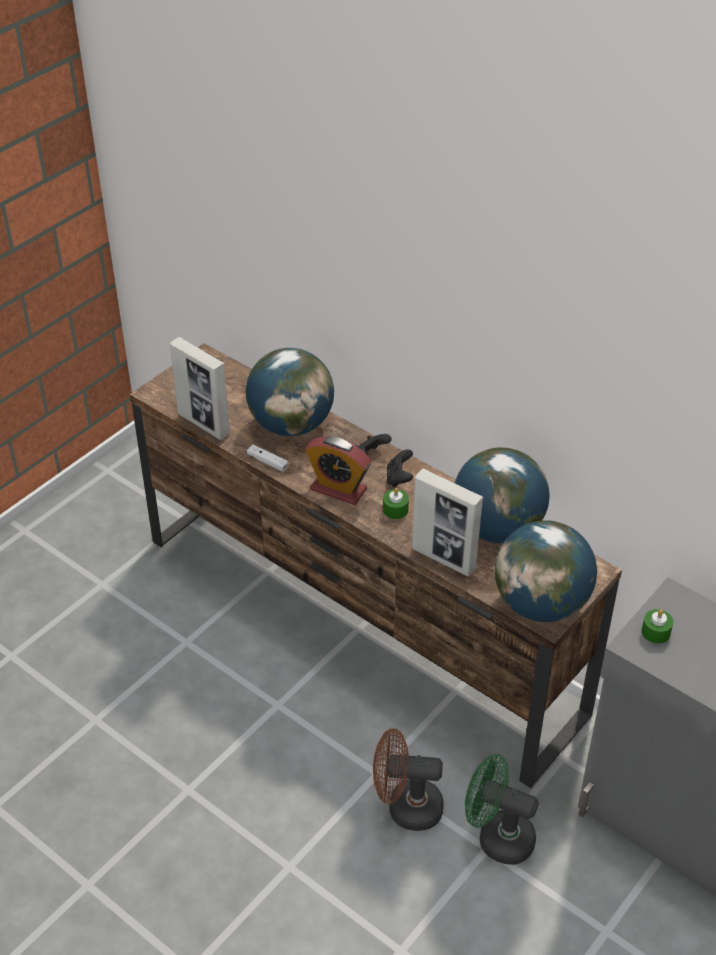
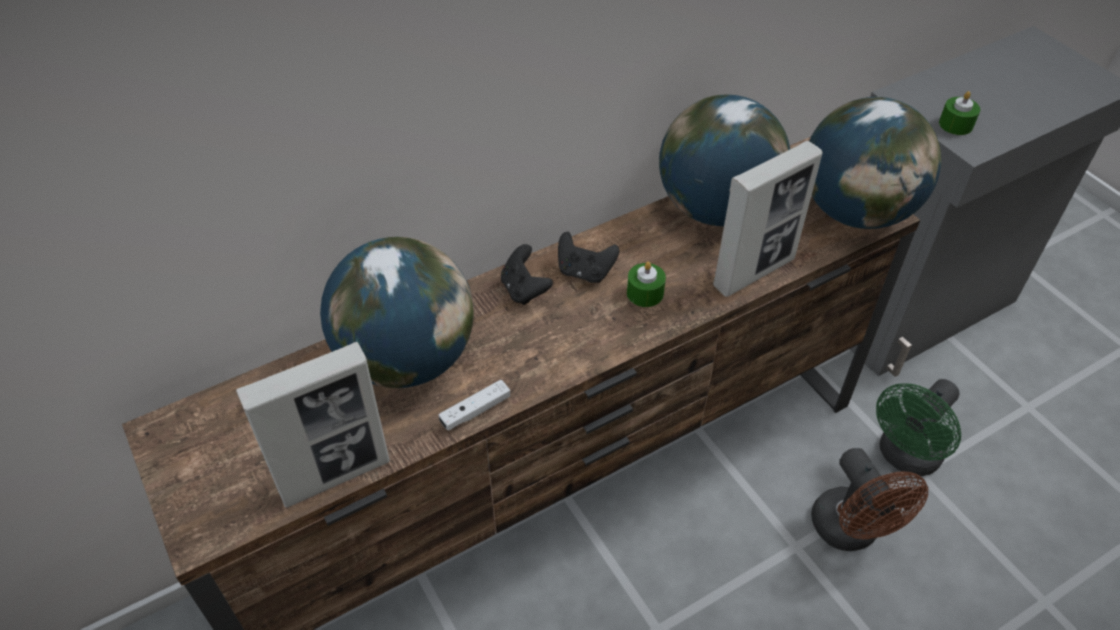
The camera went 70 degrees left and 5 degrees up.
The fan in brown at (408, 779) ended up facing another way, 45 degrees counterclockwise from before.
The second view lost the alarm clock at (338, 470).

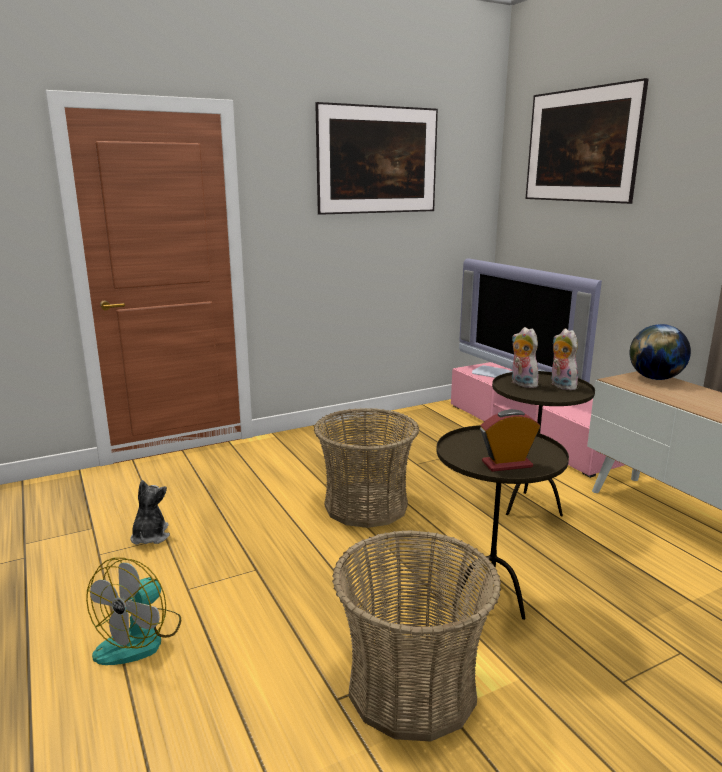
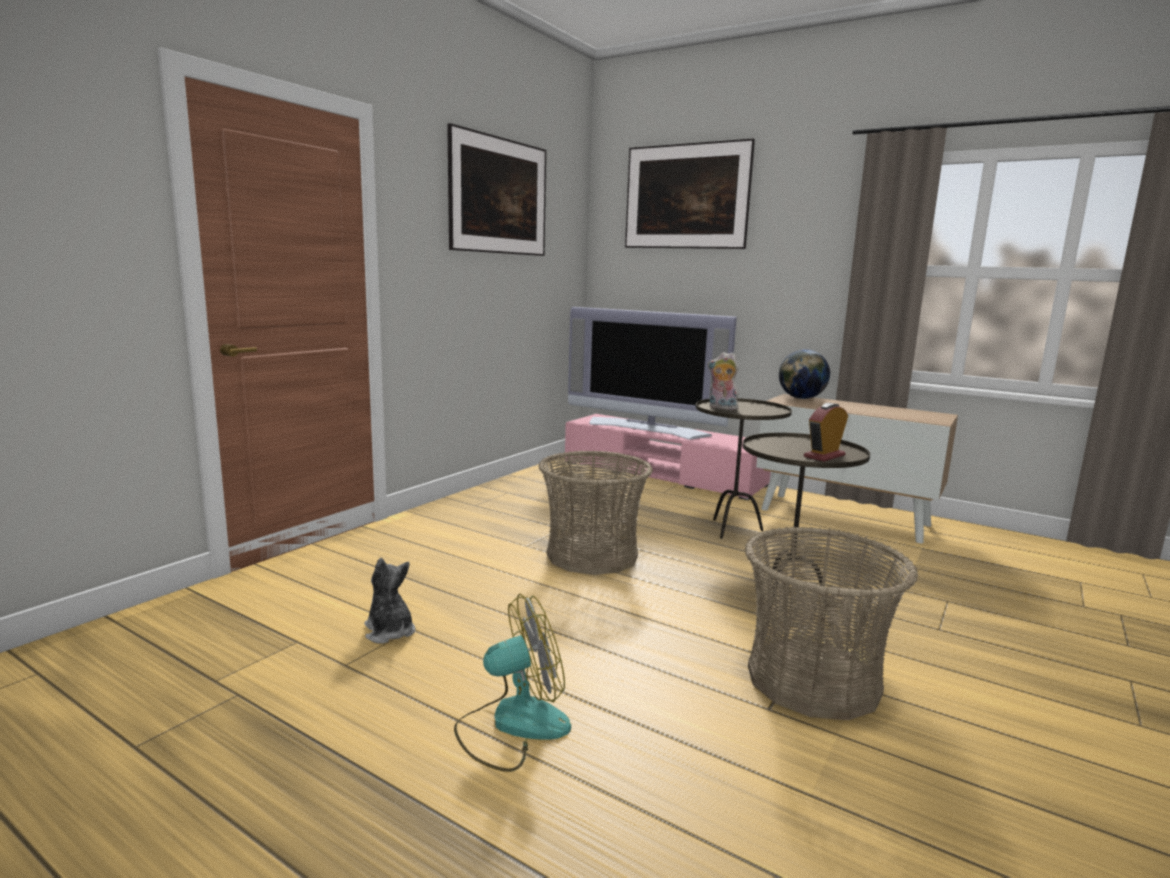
The camera went 30 degrees left and 5 degrees down.
The fan at (133, 611) ended up facing another way, 105 degrees counterclockwise from before.
The second view lost the plush toy at (564, 359).

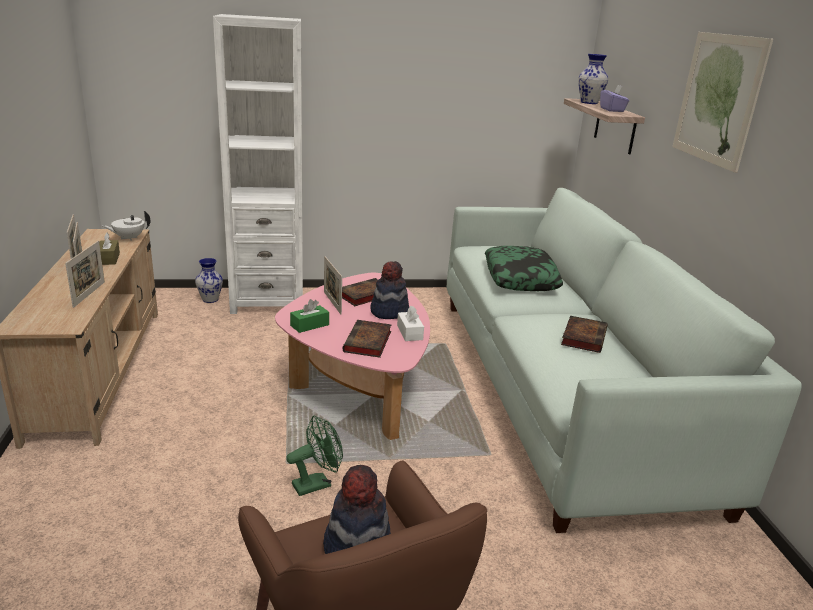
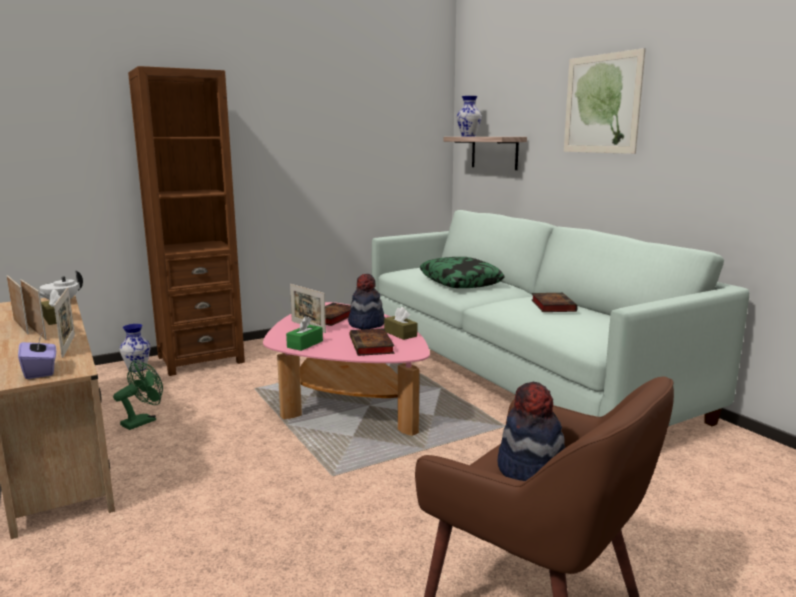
The camera went 20 degrees left and 10 degrees down.
The tissue box in purple ended up elsewhere, having gone from (615, 98) to (37, 356).
The fan in green ended up elsewhere, having gone from (314, 456) to (138, 395).
What was the bookcase in white at (258, 164) turned into the bookcase in brown at (186, 221).
What was the tissue box in white at (410, 323) turned into the tissue box in brown at (400, 323).

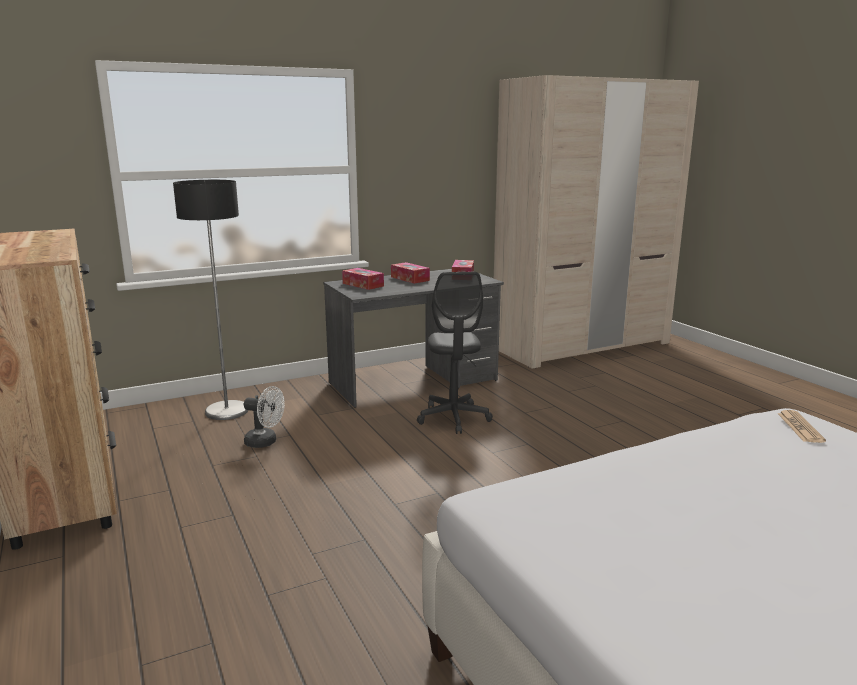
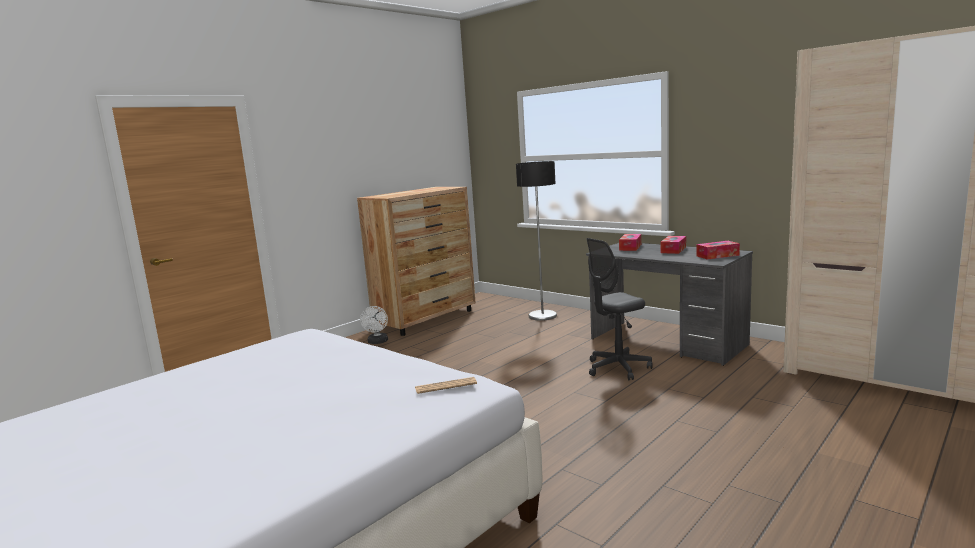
The camera went 70 degrees right and 5 degrees down.
The fan in white ended up elsewhere, having gone from (264, 417) to (374, 325).

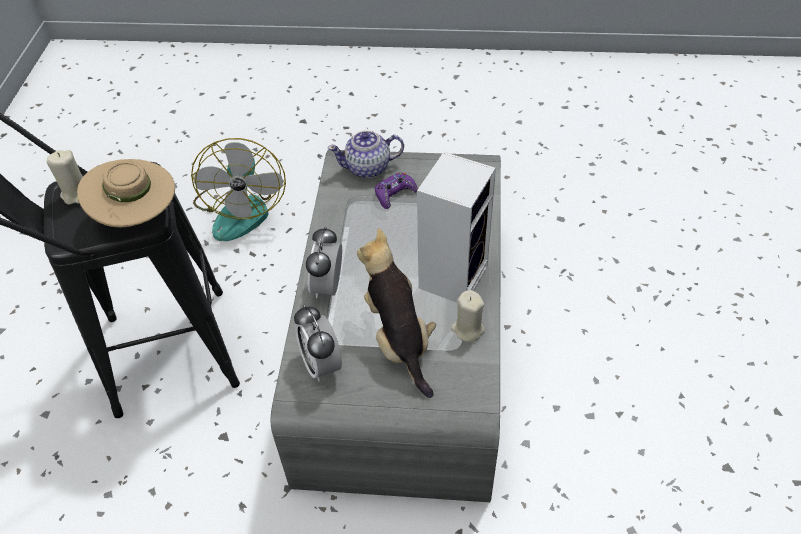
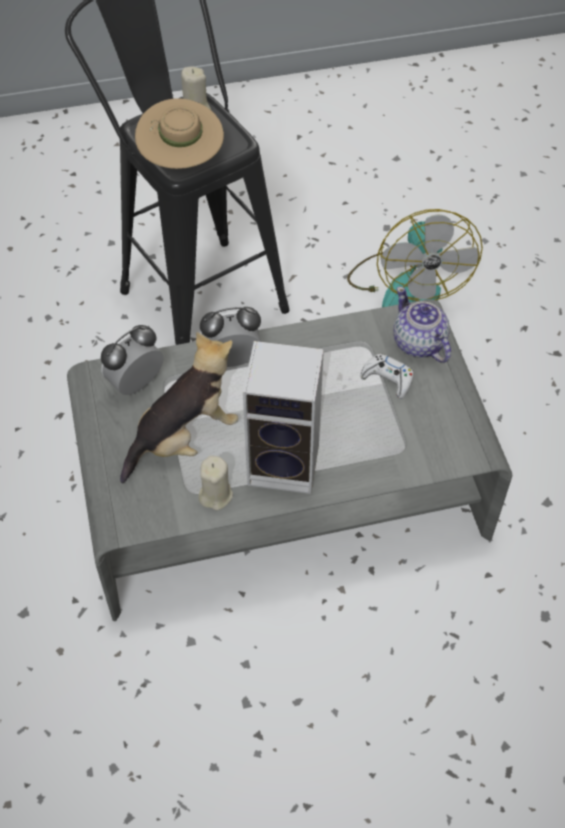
The camera went 70 degrees right and 5 degrees up.
The fan at (238, 189) ended up facing another way, 75 degrees counterclockwise from before.
What was the game controller in purple at (396, 190) turned into the game controller in white at (387, 376).

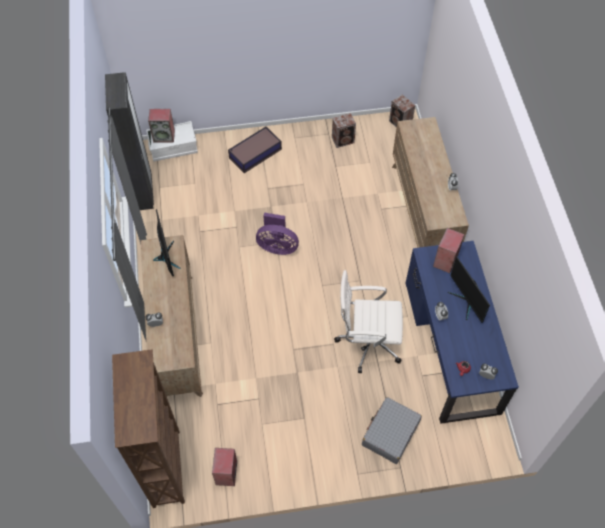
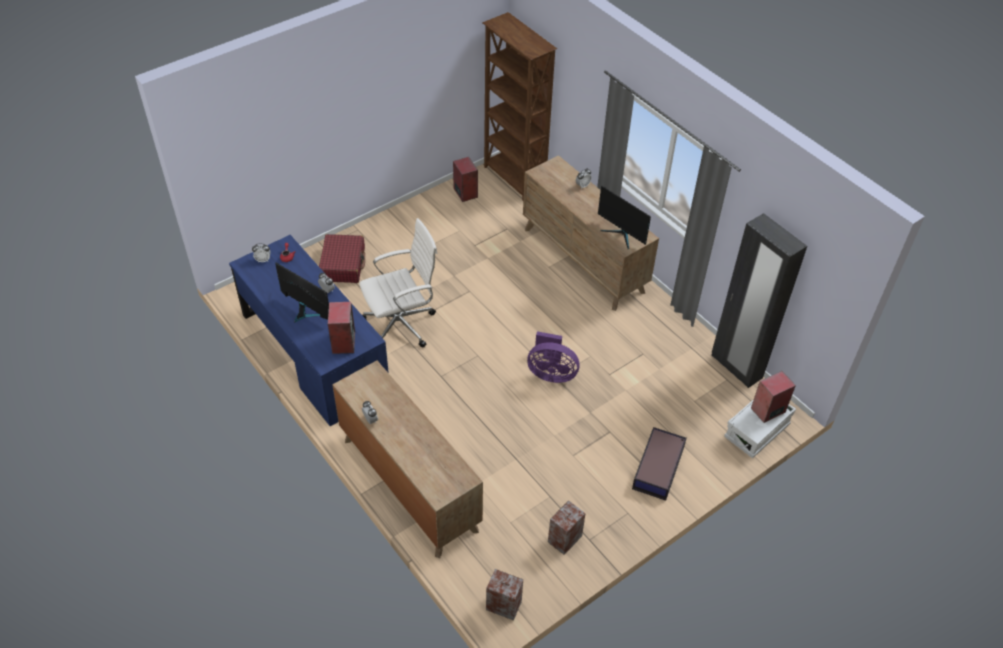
The camera went 150 degrees right and 10 degrees down.
What was the suitcase in grey at (392, 430) turned into the suitcase in red at (342, 258).
The fan in purple at (277, 233) ended up facing another way, 150 degrees counterclockwise from before.

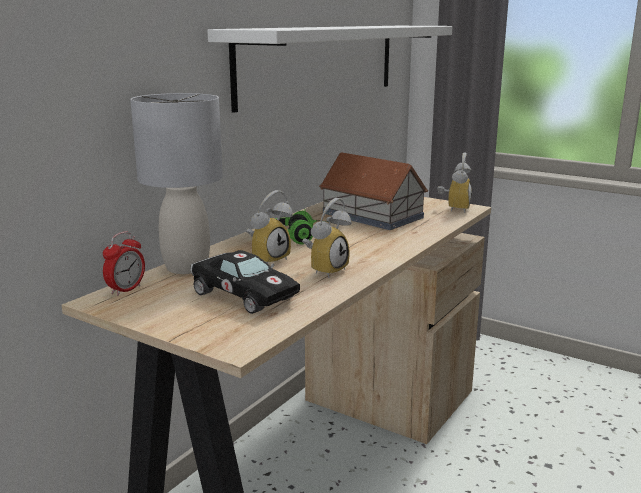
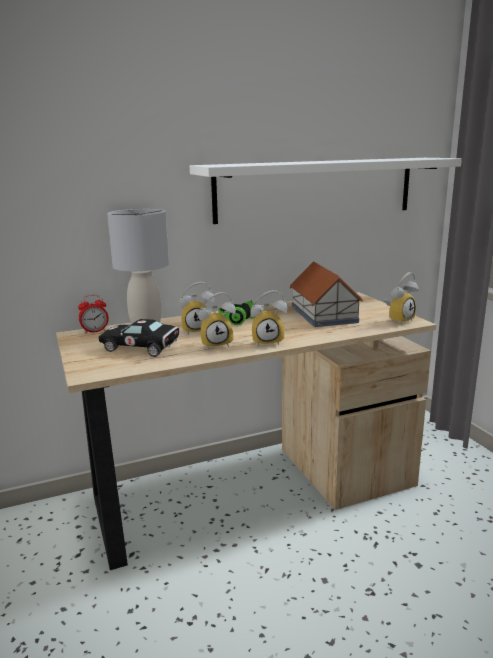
The camera went 35 degrees right and 0 degrees up.
The toy car in black at (245, 282) ended up facing another way, 120 degrees clockwise from before.
The second view gained the alarm clock at (269, 318).

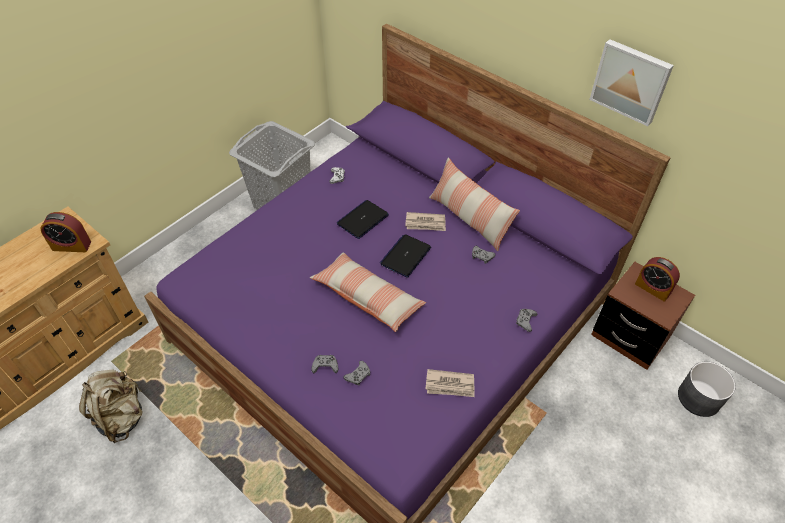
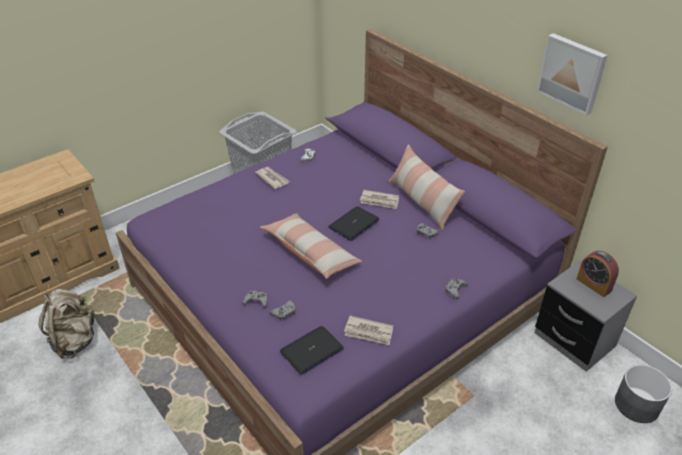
The camera went 10 degrees right and 10 degrees down.
The second view gained the newspaper at (272, 178).
The laptop ended up elsewhere, having gone from (363, 219) to (312, 350).
What was the nightstand in brown at (643, 316) turned into the nightstand in grey at (586, 316).
The second view lost the alarm clock at (66, 232).

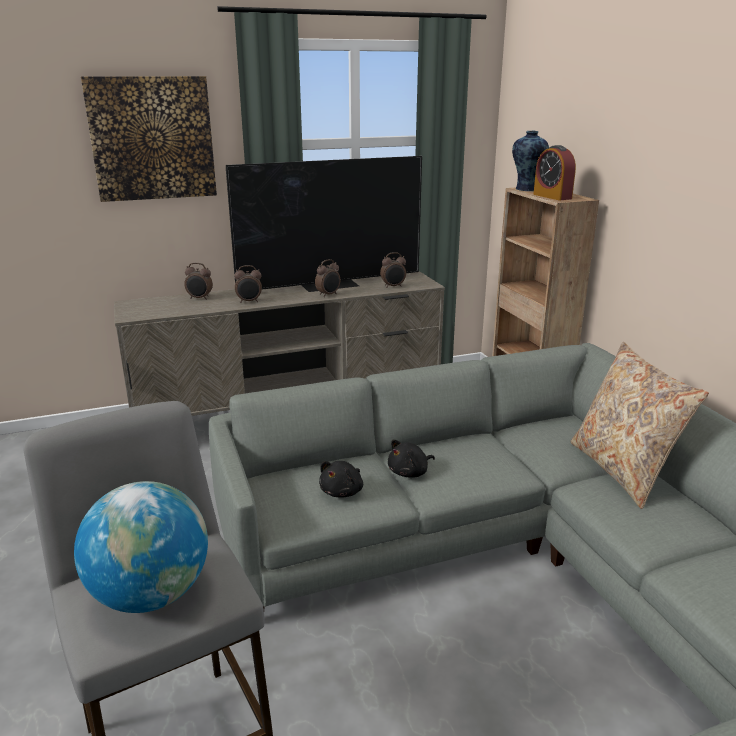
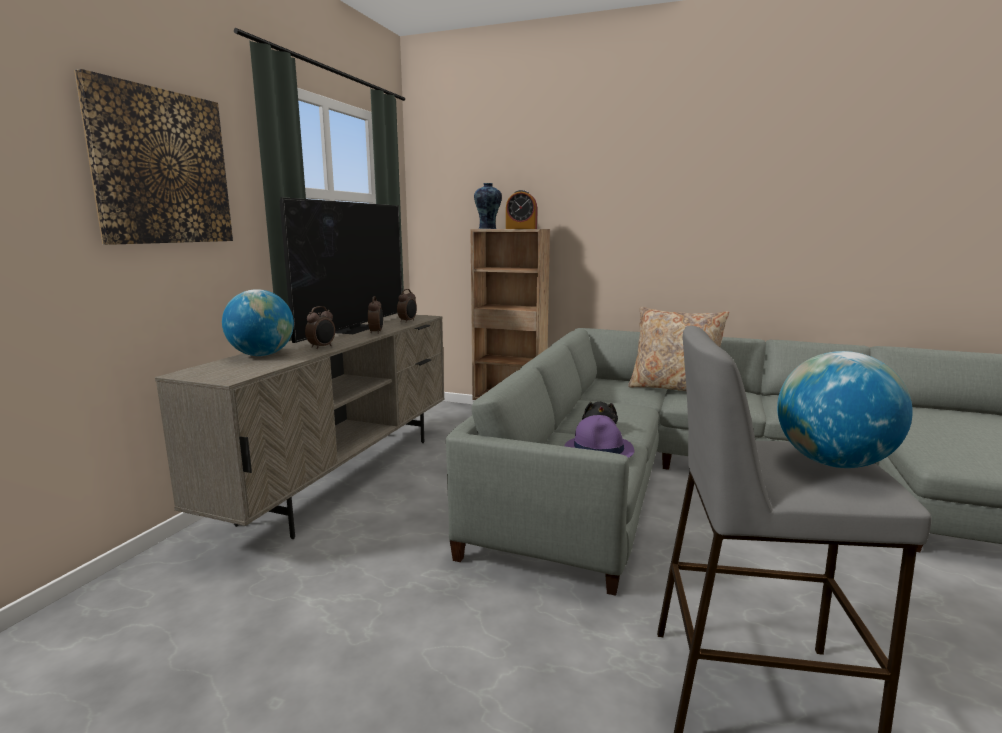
The camera went 50 degrees left and 10 degrees down.
Where the alarm clock stood at (198, 281), the globe came to stand at (258, 322).
Where the plush toy in black stood at (341, 479), the hat in purple came to stand at (599, 436).

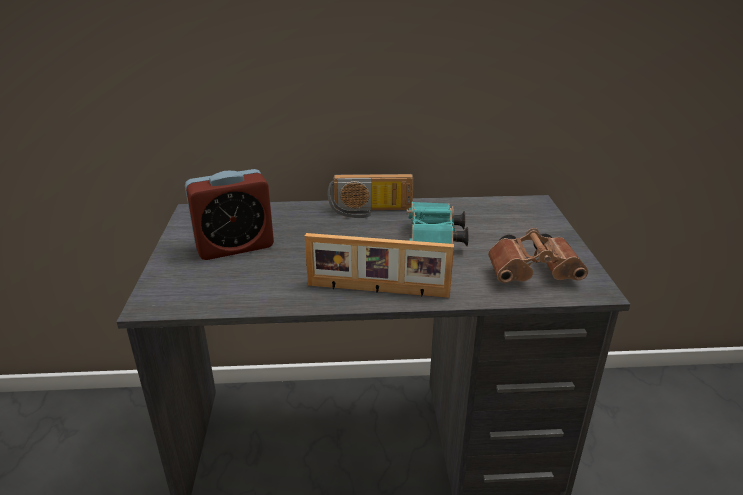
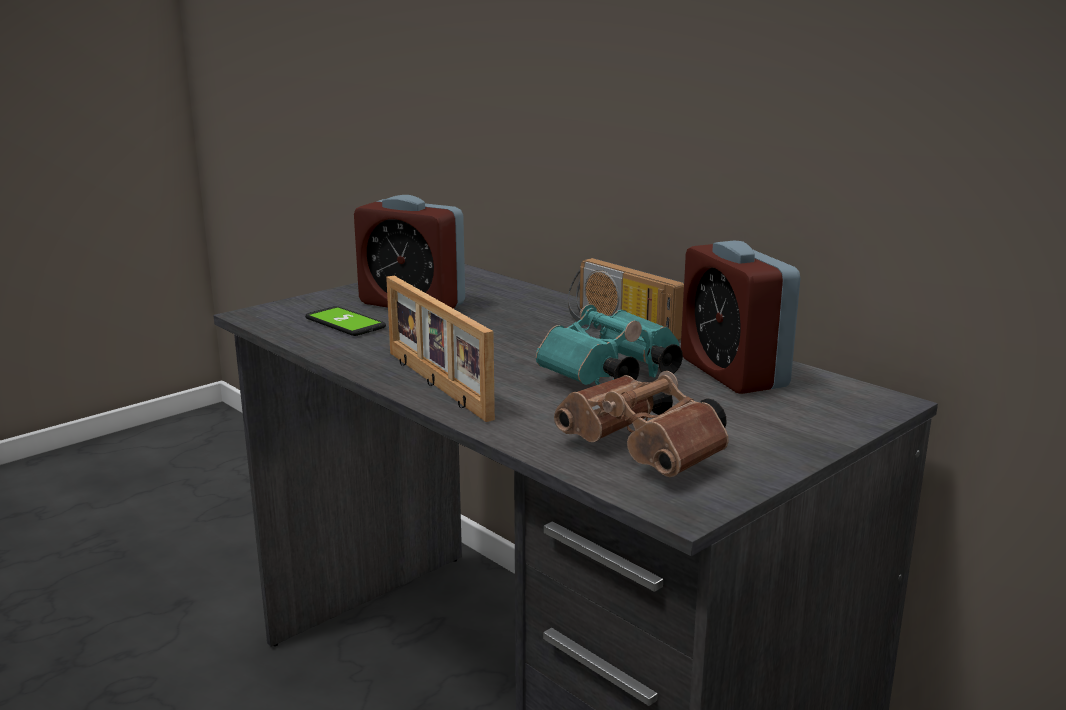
The camera went 50 degrees right and 10 degrees down.
The second view gained the phone at (345, 321).
The second view gained the alarm clock at (741, 317).

